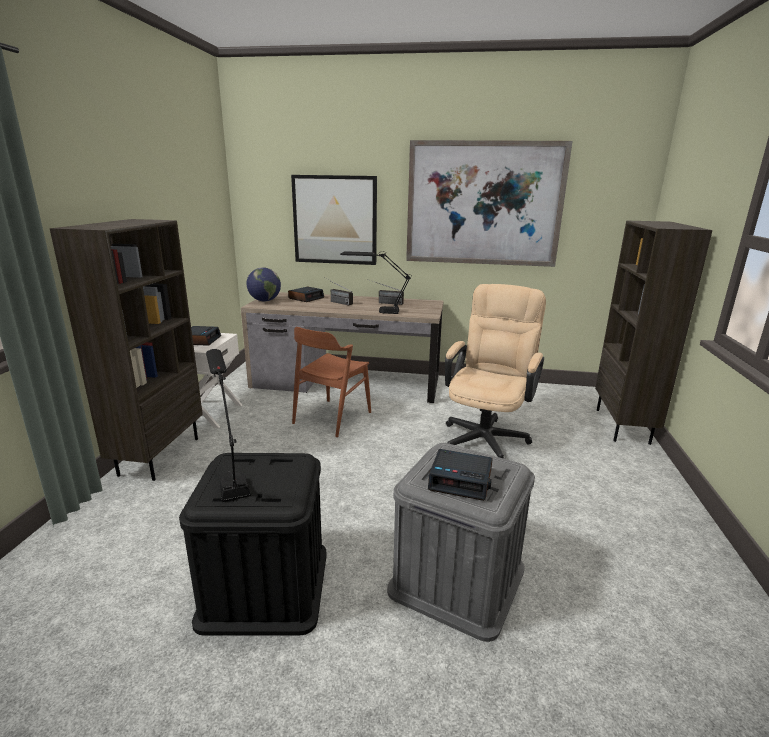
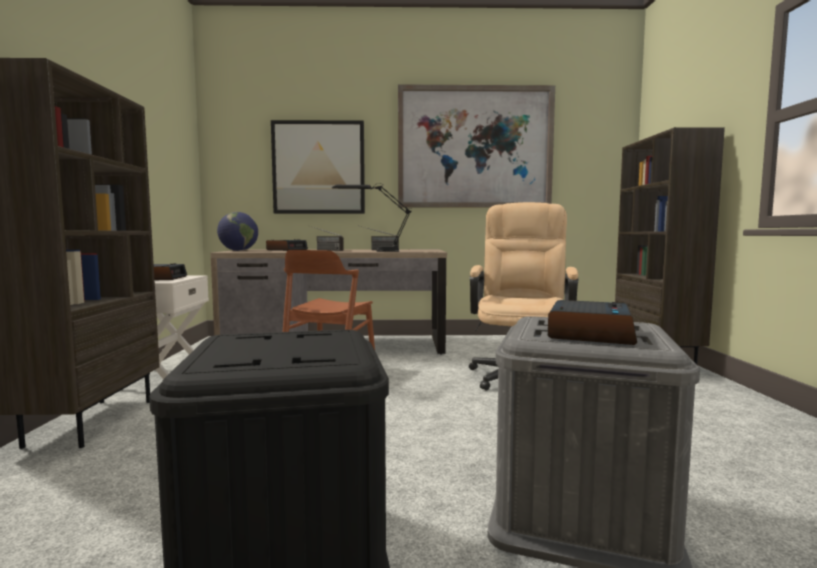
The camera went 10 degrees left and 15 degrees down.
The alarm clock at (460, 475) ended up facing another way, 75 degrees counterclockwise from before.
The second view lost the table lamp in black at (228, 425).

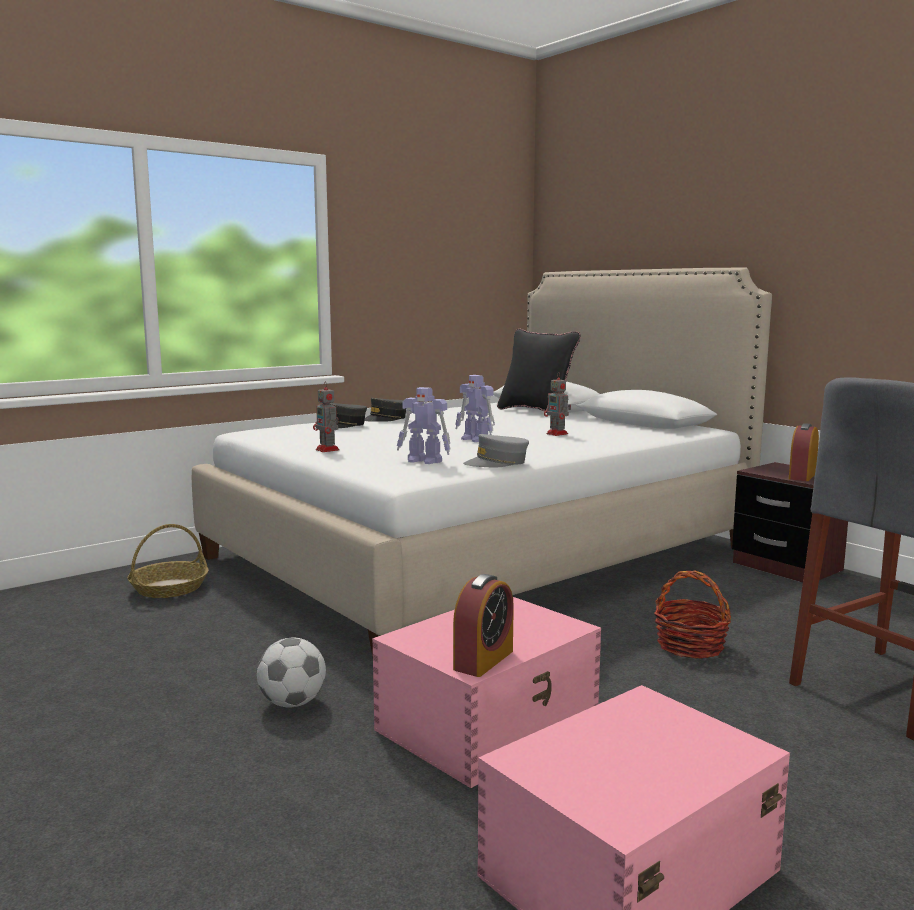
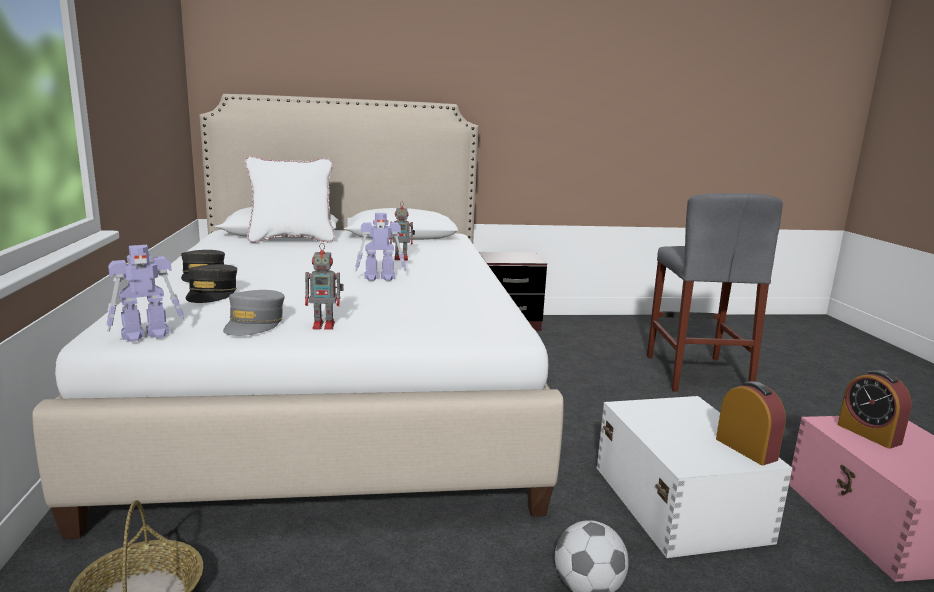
The camera went 60 degrees left and 5 degrees up.
The toy robot ended up elsewhere, having gone from (423, 425) to (145, 293).
The cap in grey ended up elsewhere, having gone from (496, 450) to (254, 313).
What was the pillow in black at (539, 371) turned into the pillow in white at (290, 199).
What was the storage box in pink at (486, 692) turned into the storage box in white at (694, 477).
The alarm clock ended up elsewhere, having gone from (804, 452) to (875, 409).
The second view lost the basket at (692, 614).

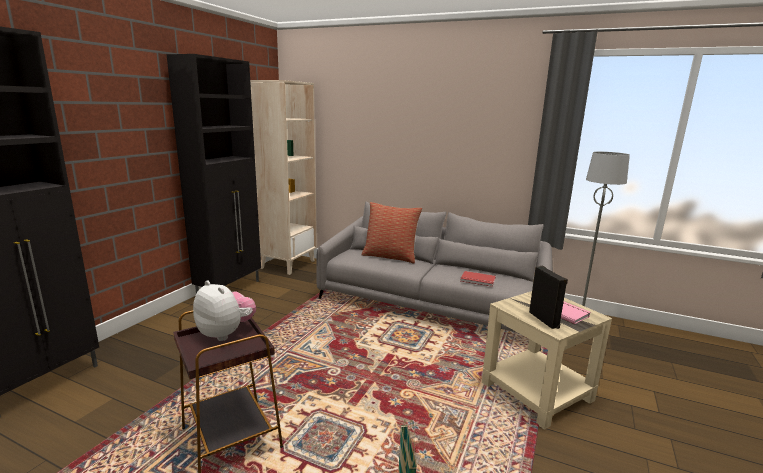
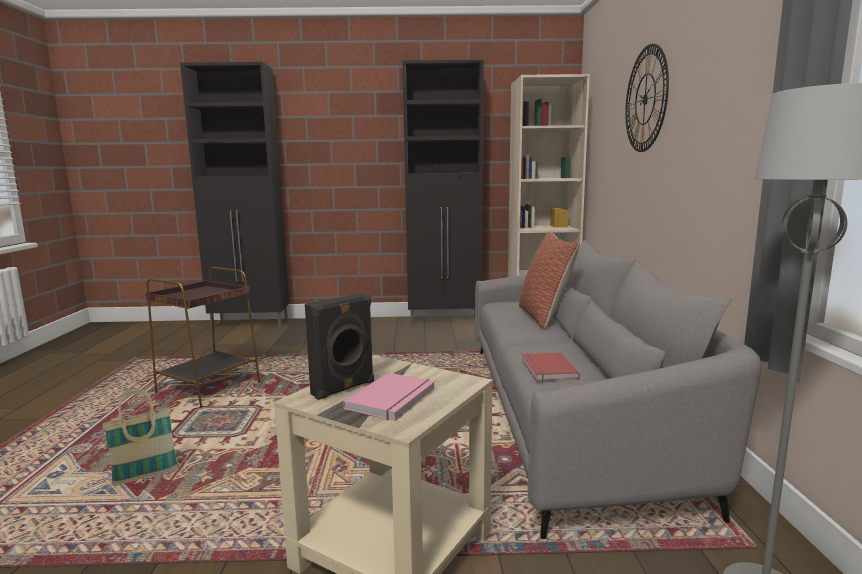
The camera went 65 degrees right and 5 degrees down.
The second view gained the wall clock at (647, 97).
The second view lost the plush toy at (224, 310).

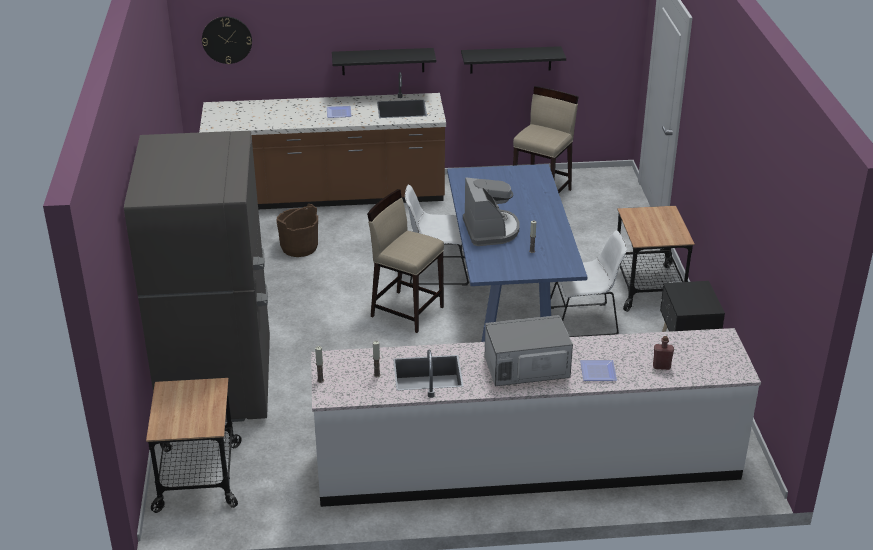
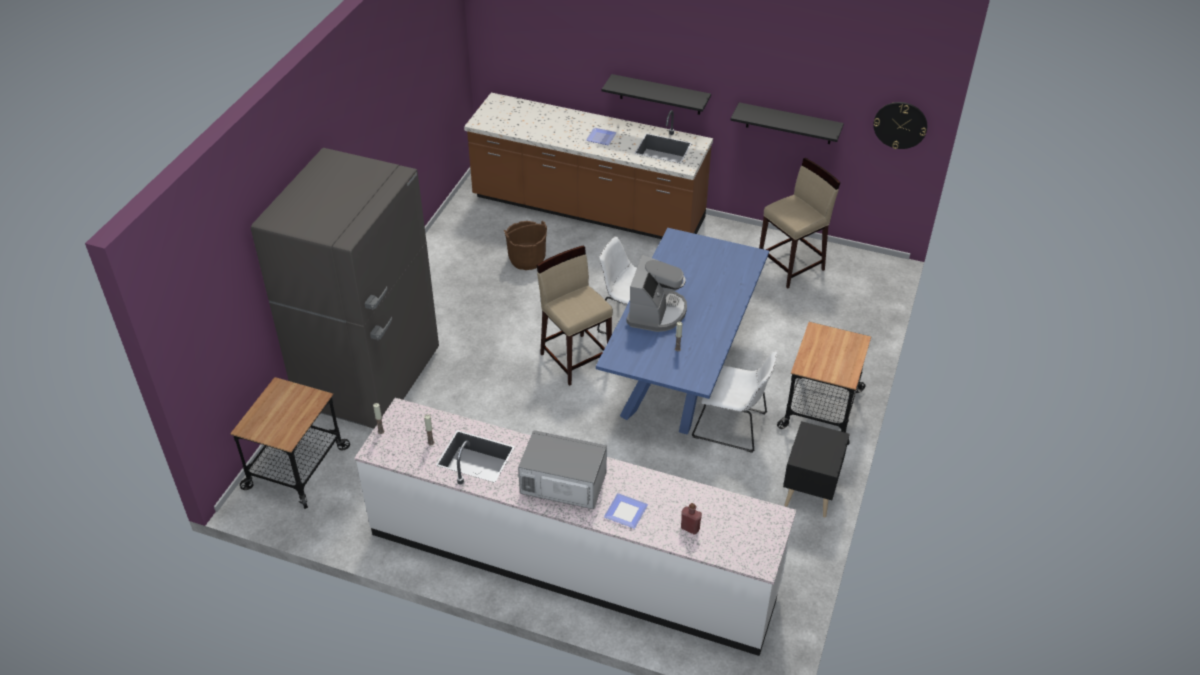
The camera went 25 degrees right and 10 degrees up.
The wall clock ended up elsewhere, having gone from (227, 40) to (900, 125).

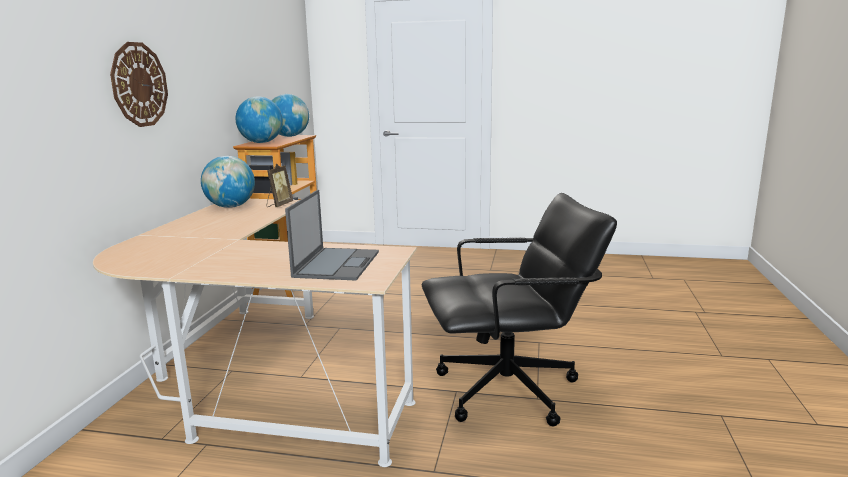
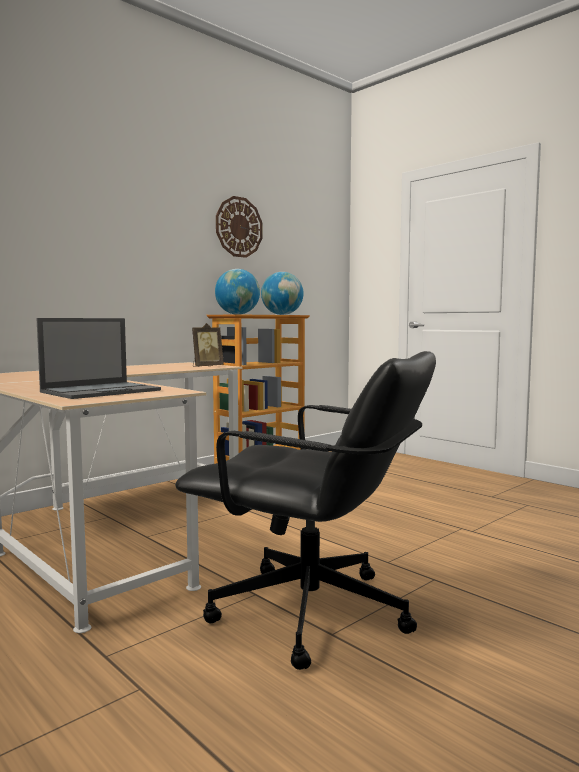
The camera went 35 degrees right and 10 degrees down.
The wall clock ended up elsewhere, having gone from (139, 84) to (239, 227).
The second view lost the globe at (228, 182).

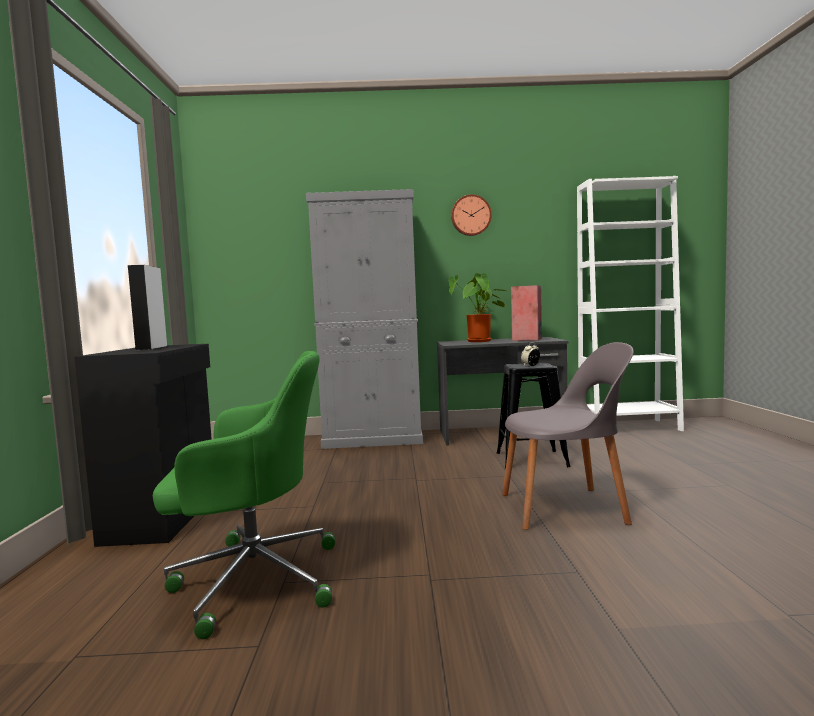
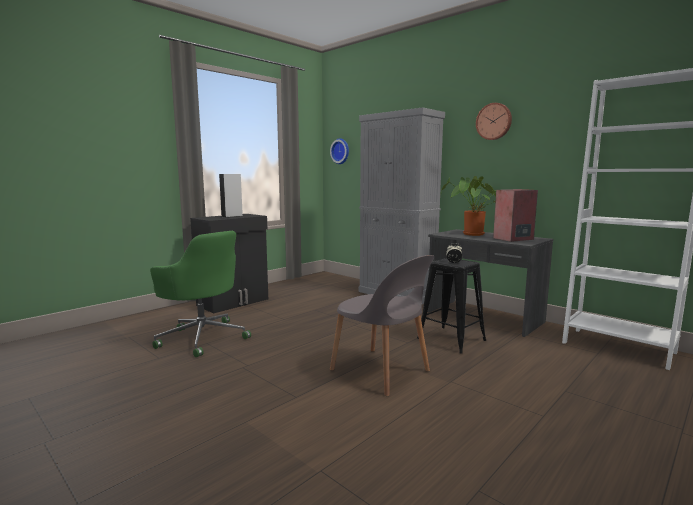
The camera went 45 degrees right and 5 degrees up.
The second view gained the wall clock at (339, 151).

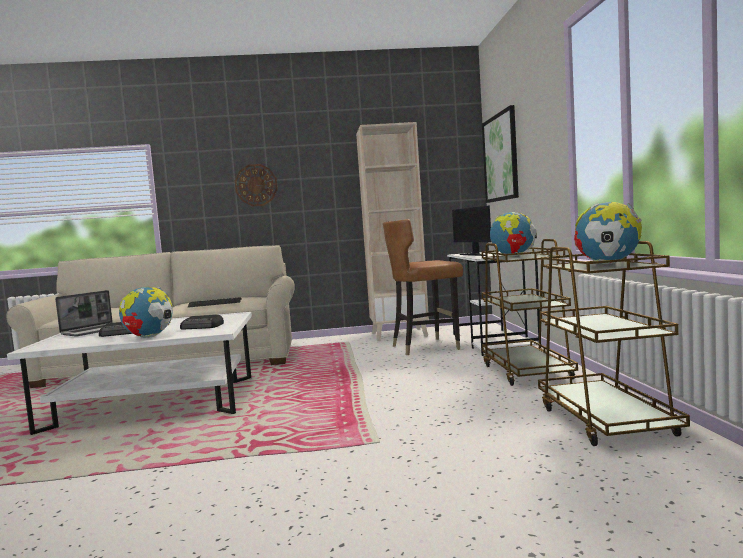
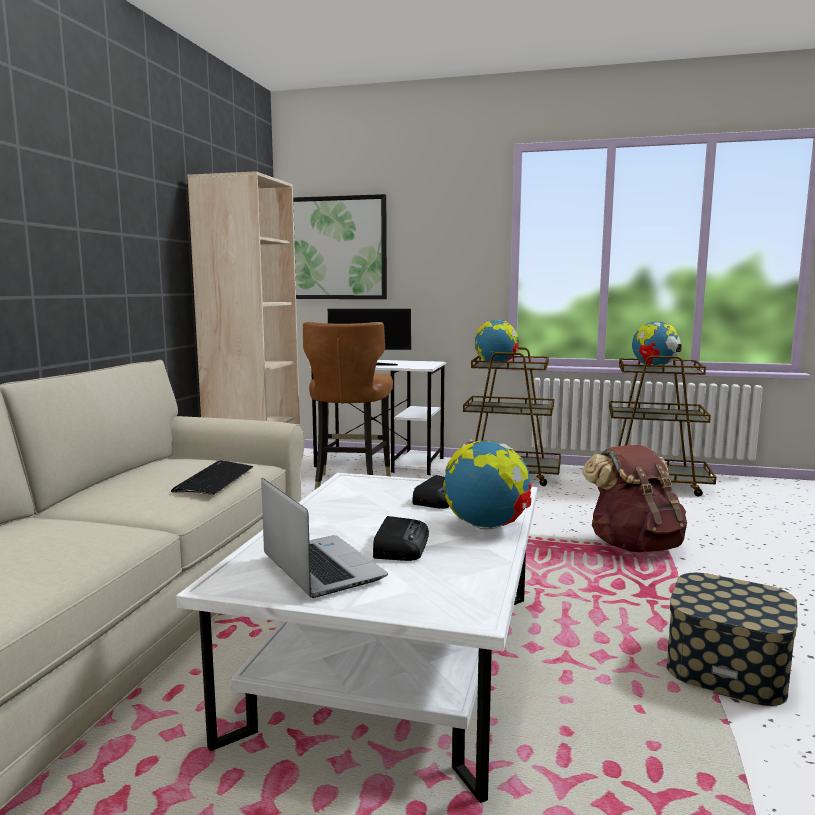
The camera went 70 degrees left and 5 degrees up.
The second view gained the backpack in brown at (635, 498).
The second view gained the storage box at (732, 639).
The second view lost the wall clock at (256, 185).

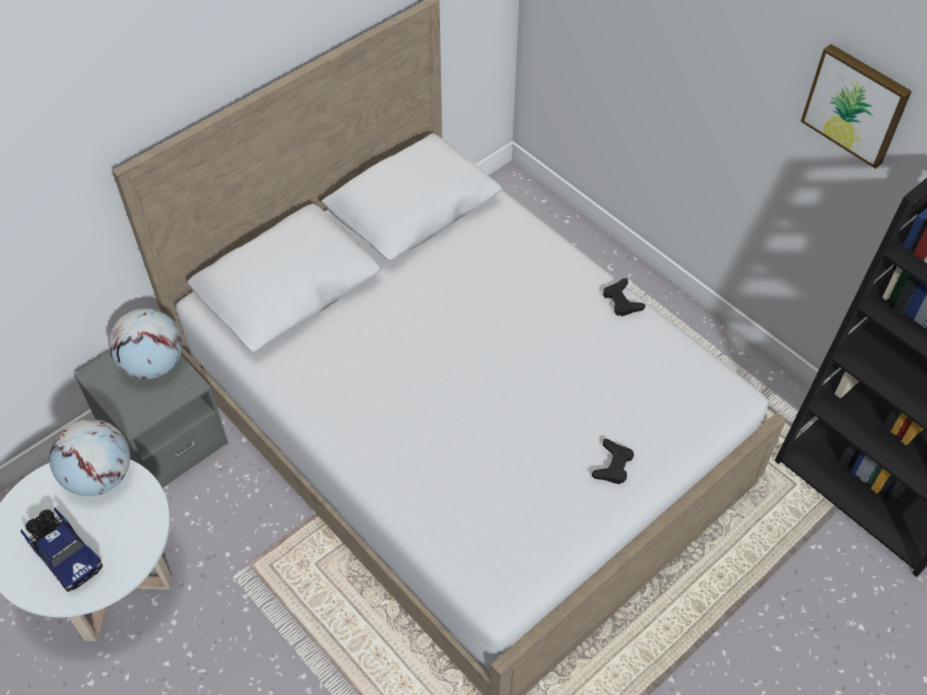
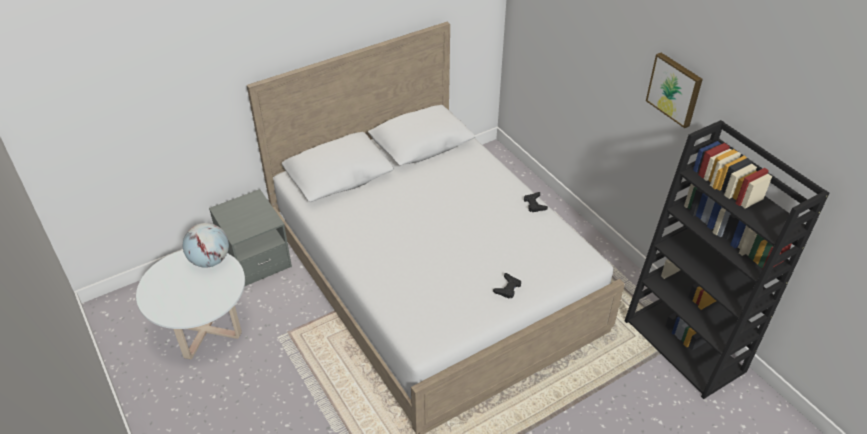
The camera went 10 degrees right and 10 degrees down.
The second view lost the toy truck at (61, 549).
The second view lost the globe at (145, 343).

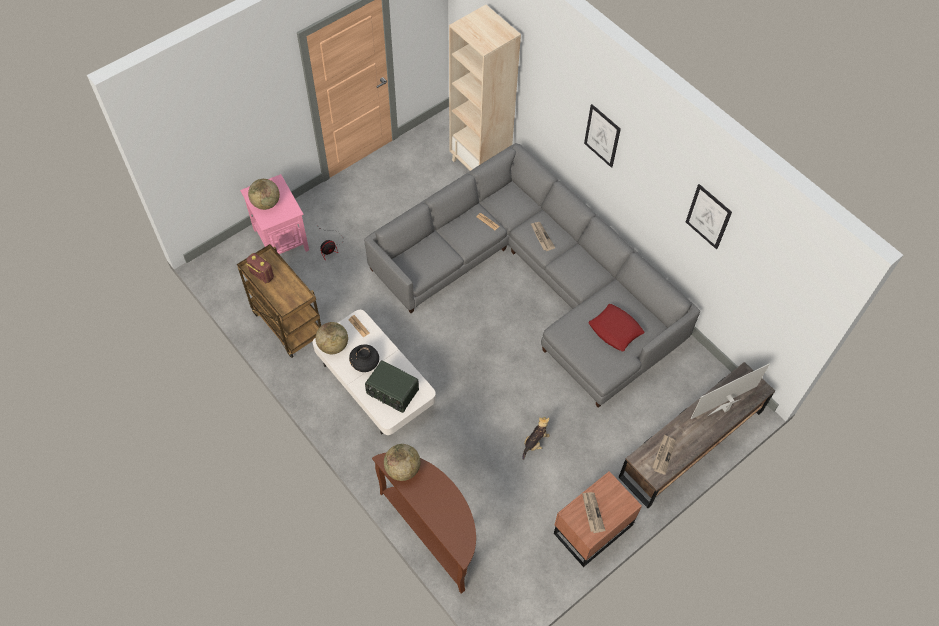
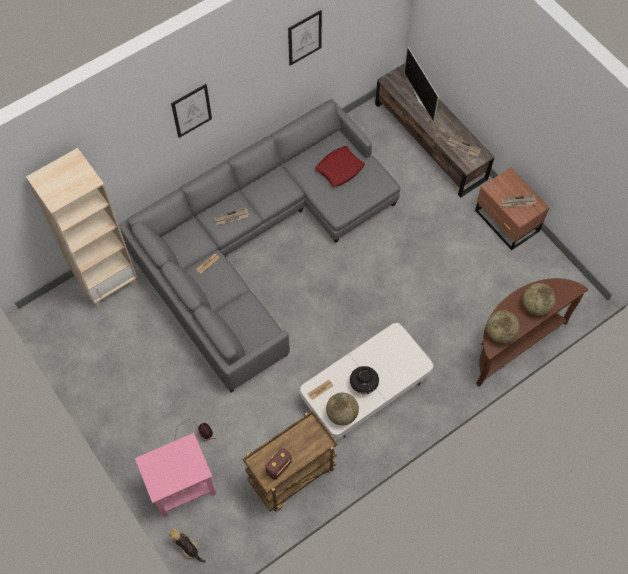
The camera went 85 degrees left and 5 degrees up.
The plush toy ended up elsewhere, having gone from (536, 438) to (187, 545).
The globe ended up elsewhere, having gone from (264, 194) to (539, 299).
The second view lost the radio at (392, 386).

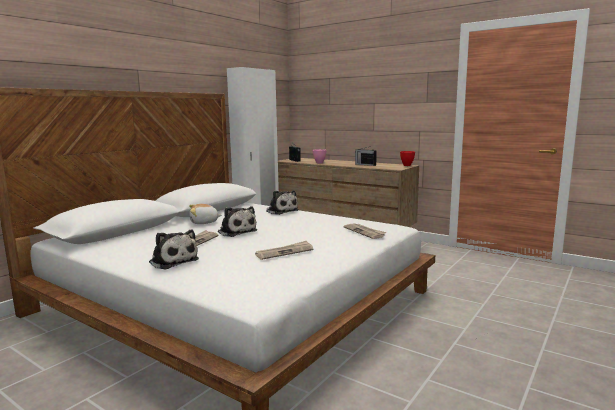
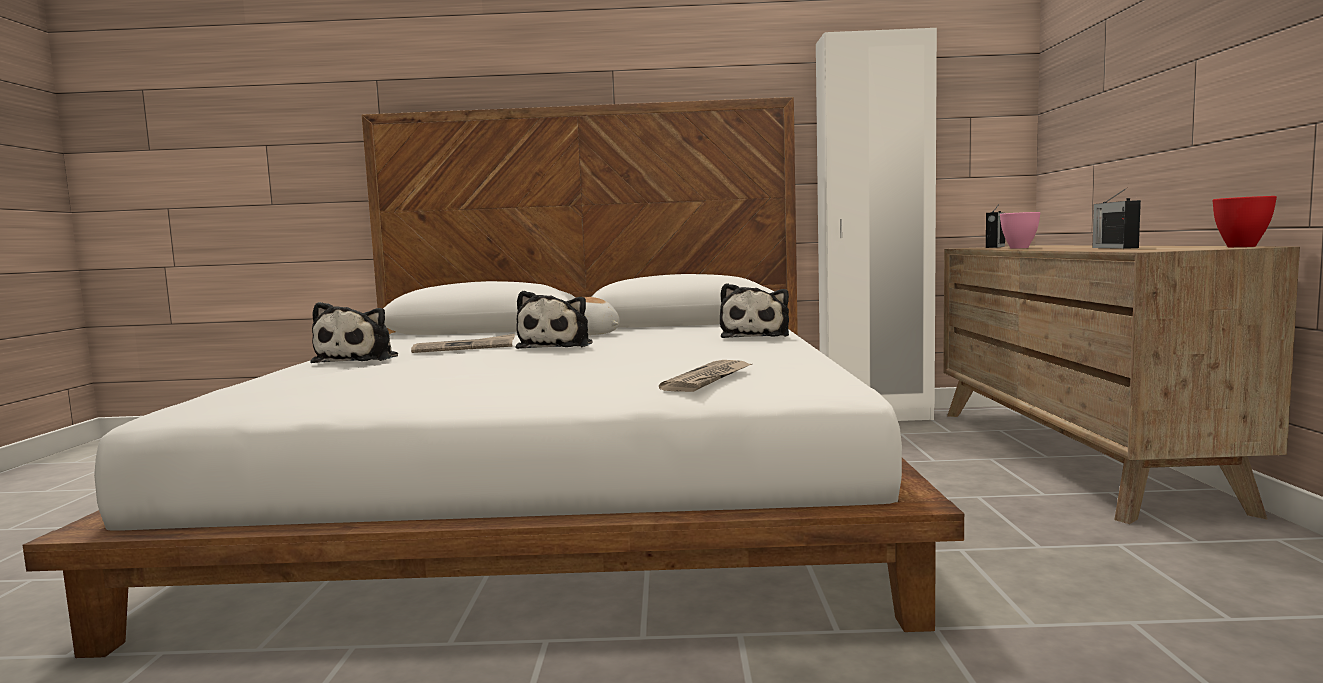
The camera went 55 degrees right and 5 degrees down.
The second view lost the newspaper at (284, 250).

